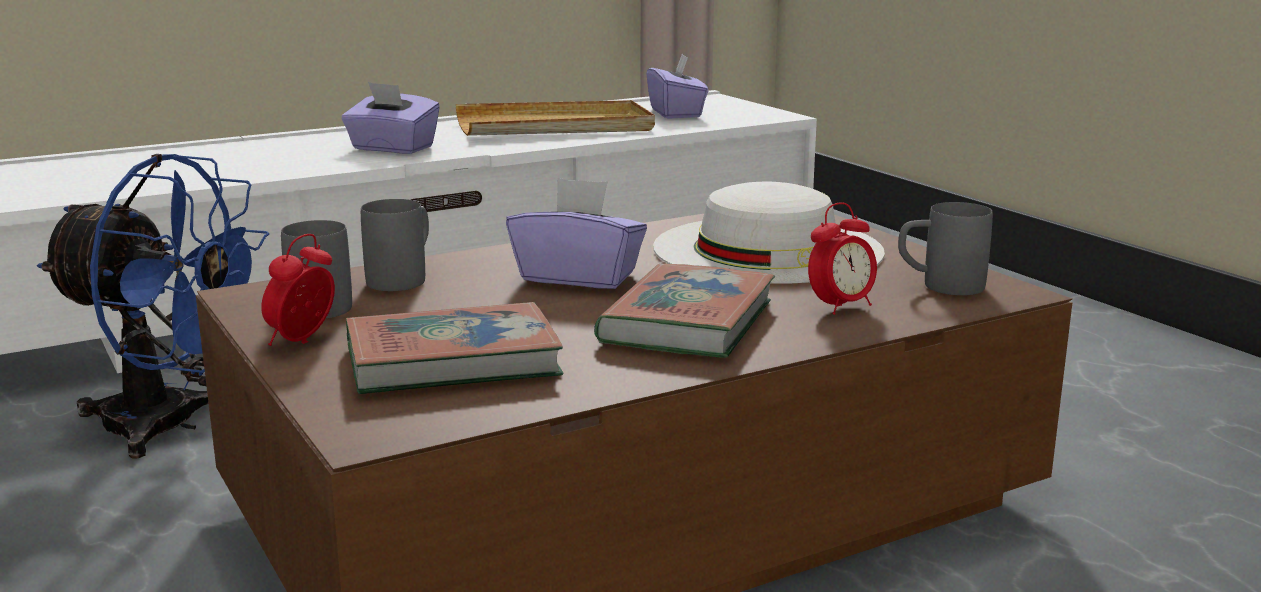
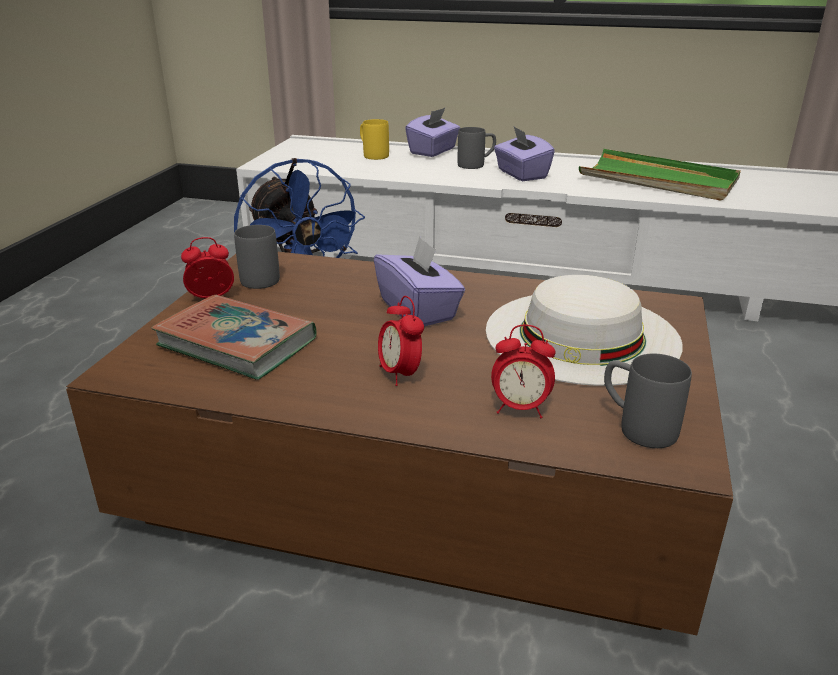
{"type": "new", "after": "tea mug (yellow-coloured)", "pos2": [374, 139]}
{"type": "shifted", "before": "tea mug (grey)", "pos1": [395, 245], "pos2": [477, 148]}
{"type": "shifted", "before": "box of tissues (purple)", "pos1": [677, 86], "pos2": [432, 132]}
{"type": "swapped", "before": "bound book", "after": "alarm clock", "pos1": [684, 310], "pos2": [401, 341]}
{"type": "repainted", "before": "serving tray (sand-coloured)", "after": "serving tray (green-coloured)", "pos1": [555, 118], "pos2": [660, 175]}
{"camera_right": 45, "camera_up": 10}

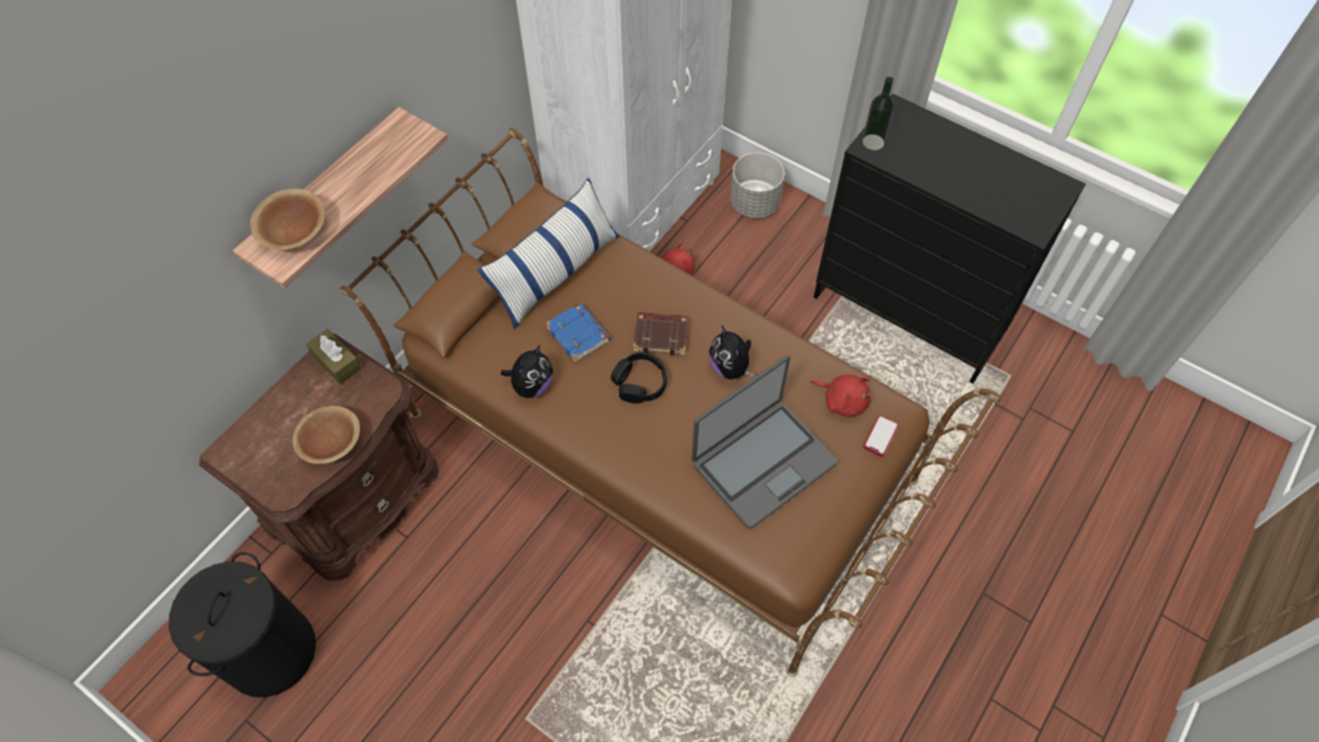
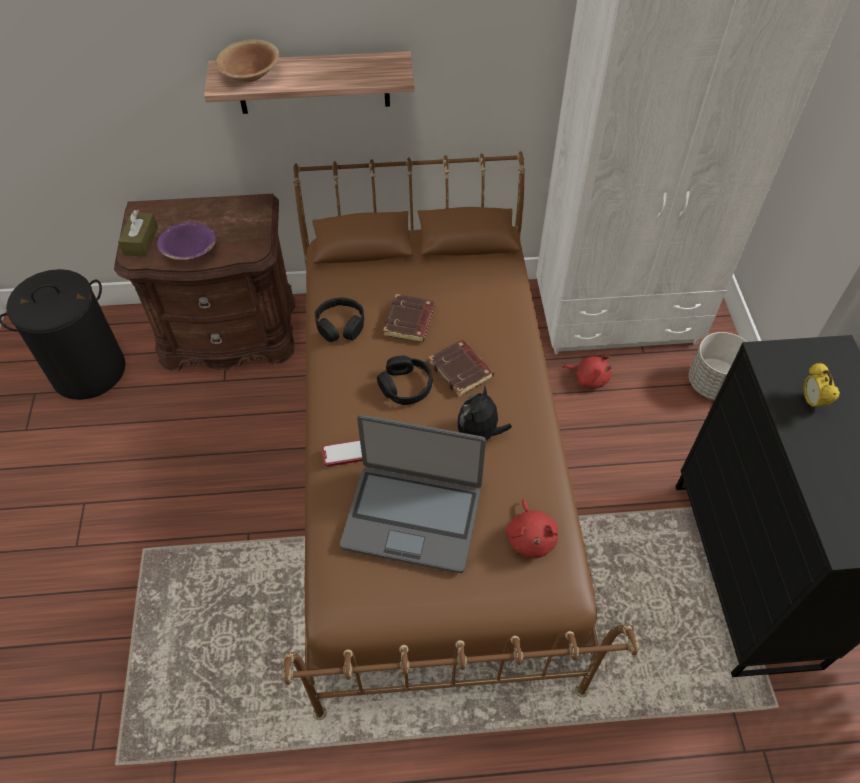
{"type": "gone", "before": "cushion", "pos1": [548, 253]}
{"type": "gone", "before": "bottle", "pos1": [878, 114]}
{"type": "new", "after": "alarm clock", "pos2": [821, 386]}
{"type": "shifted", "before": "box of tissues (brown-coloured)", "pos1": [334, 356], "pos2": [138, 233]}
{"type": "shifted", "before": "handset", "pos1": [881, 436], "pos2": [342, 453]}
{"type": "swapped", "before": "plush toy", "after": "pair of headphones (blackish)", "pos1": [527, 371], "pos2": [339, 320]}
{"type": "repainted", "before": "serving bowl (brown-coloured)", "after": "serving bowl (purple)", "pos1": [326, 435], "pos2": [186, 241]}
{"type": "repainted", "before": "bound book (blue-coloured)", "after": "bound book (brown-coloured)", "pos1": [578, 333], "pos2": [409, 318]}
{"camera_right": 50, "camera_up": -5}

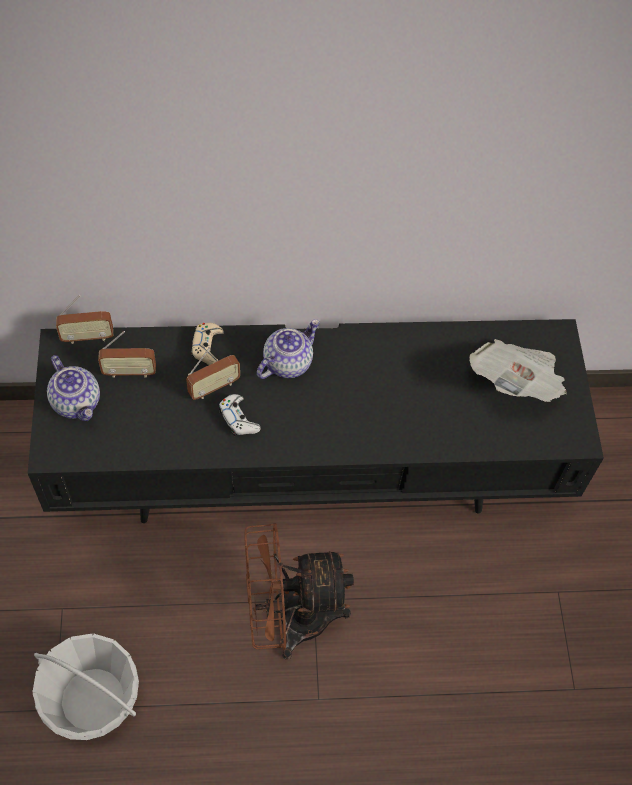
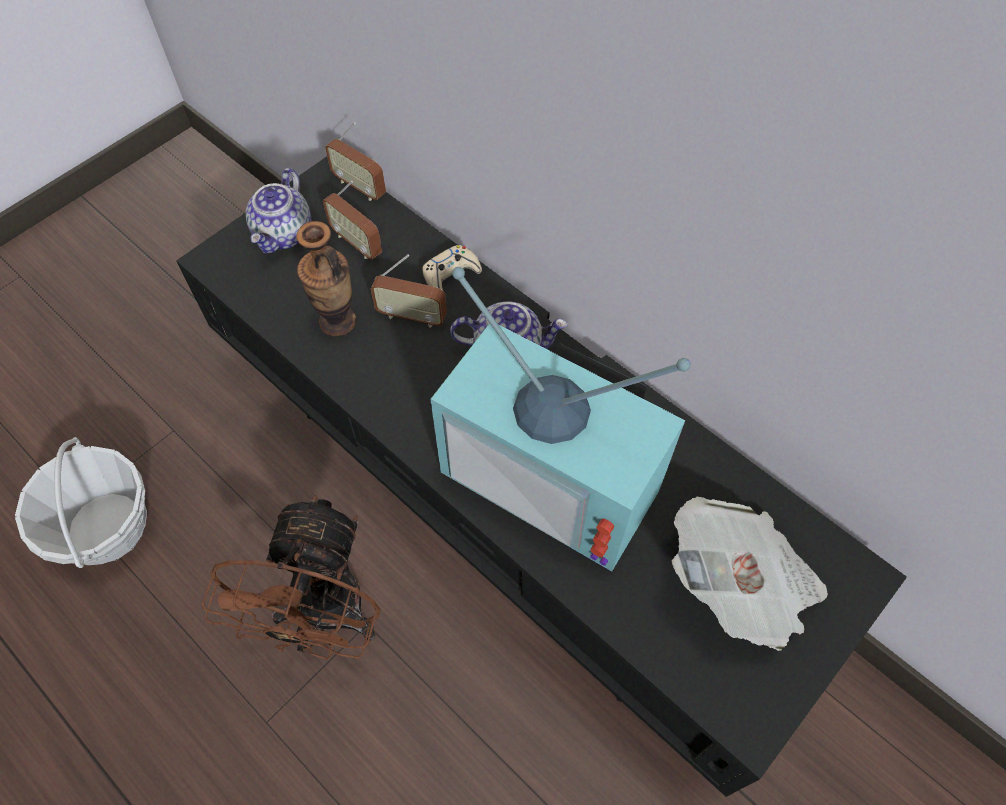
{"type": "gone", "before": "gamepad (white)", "pos1": [239, 415]}
{"type": "new", "after": "flower vase", "pos2": [326, 278]}
{"type": "new", "after": "TV set", "pos2": [560, 419]}
{"type": "rotated", "before": "fan (brown-coloured)", "pos1": [299, 591], "pos2": [291, 577], "turn": -120}
{"camera_right": 50, "camera_up": 0}

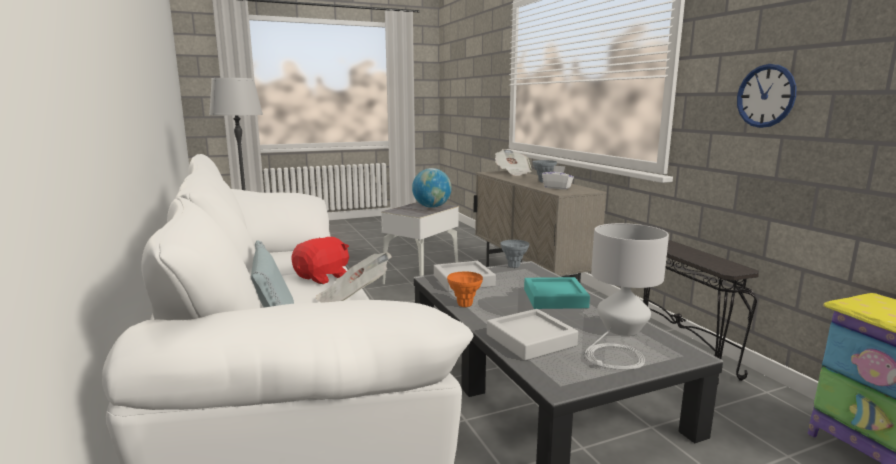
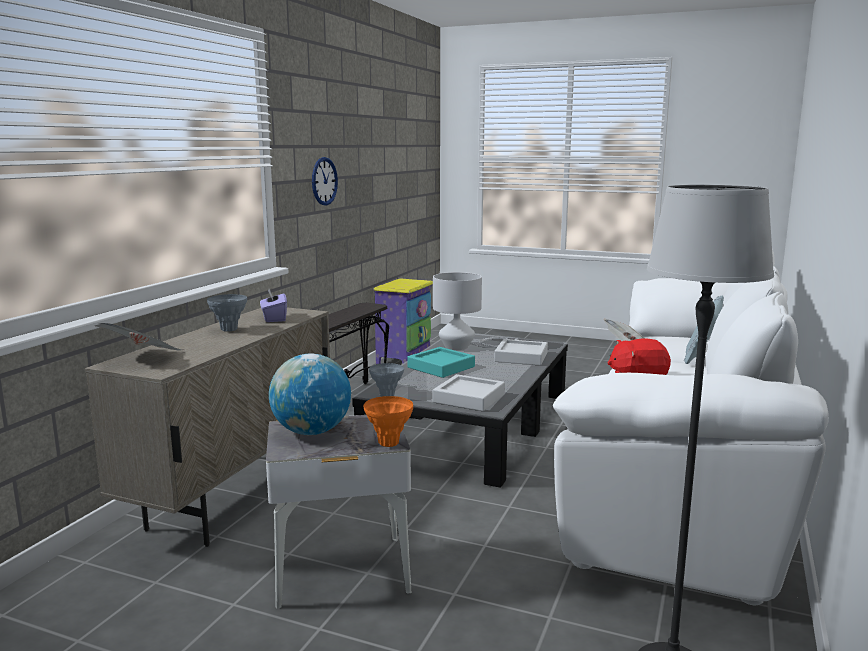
{"type": "shifted", "before": "flower vase (orange)", "pos1": [465, 289], "pos2": [388, 421]}
{"type": "repainted", "before": "box of tissues (white)", "after": "box of tissues (purple)", "pos1": [558, 177], "pos2": [273, 305]}
{"camera_right": -135, "camera_up": 0}

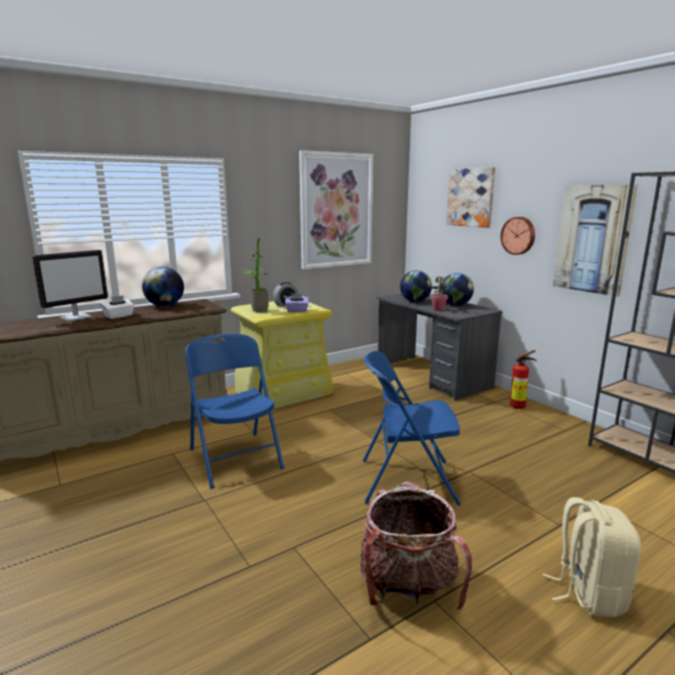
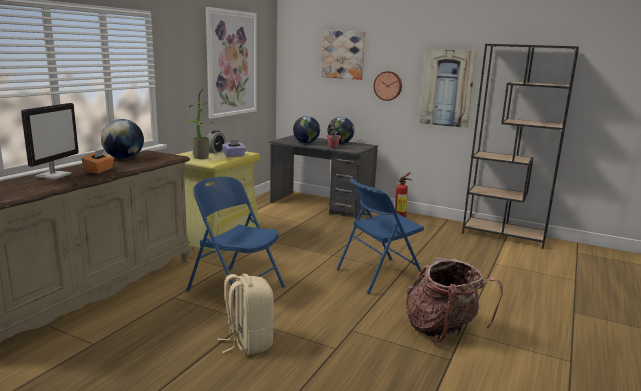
{"type": "shifted", "before": "knapsack (sand-coloured)", "pos1": [592, 557], "pos2": [245, 314]}
{"type": "repainted", "before": "box of tissues (white)", "after": "box of tissues (orange)", "pos1": [117, 307], "pos2": [97, 161]}
{"camera_right": -30, "camera_up": 0}

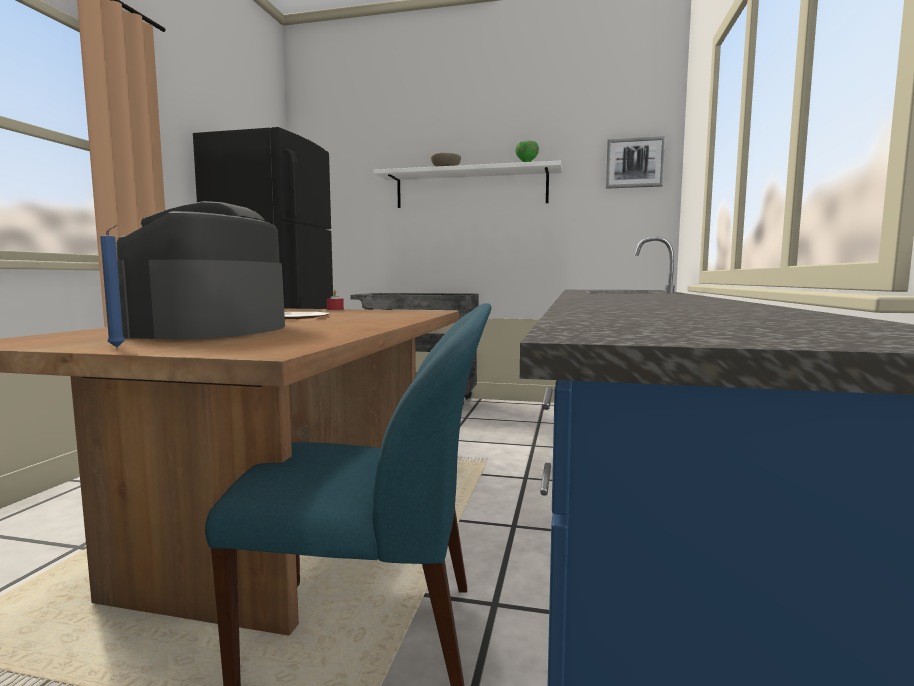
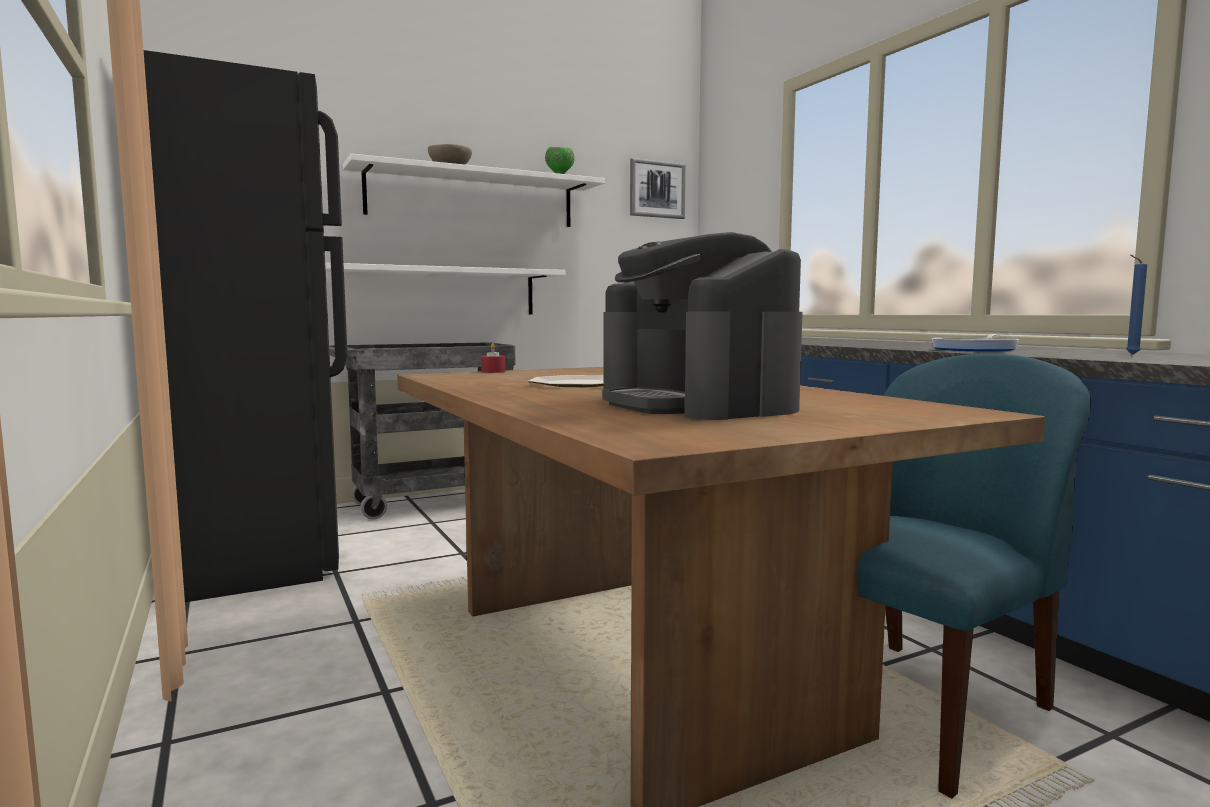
{"type": "new", "after": "shelf (white)", "pos2": [445, 288]}
{"type": "new", "after": "frying pan", "pos2": [975, 343]}
{"type": "shifted", "before": "candle (blue-coloured)", "pos1": [112, 286], "pos2": [1136, 305]}
{"camera_right": -40, "camera_up": 0}

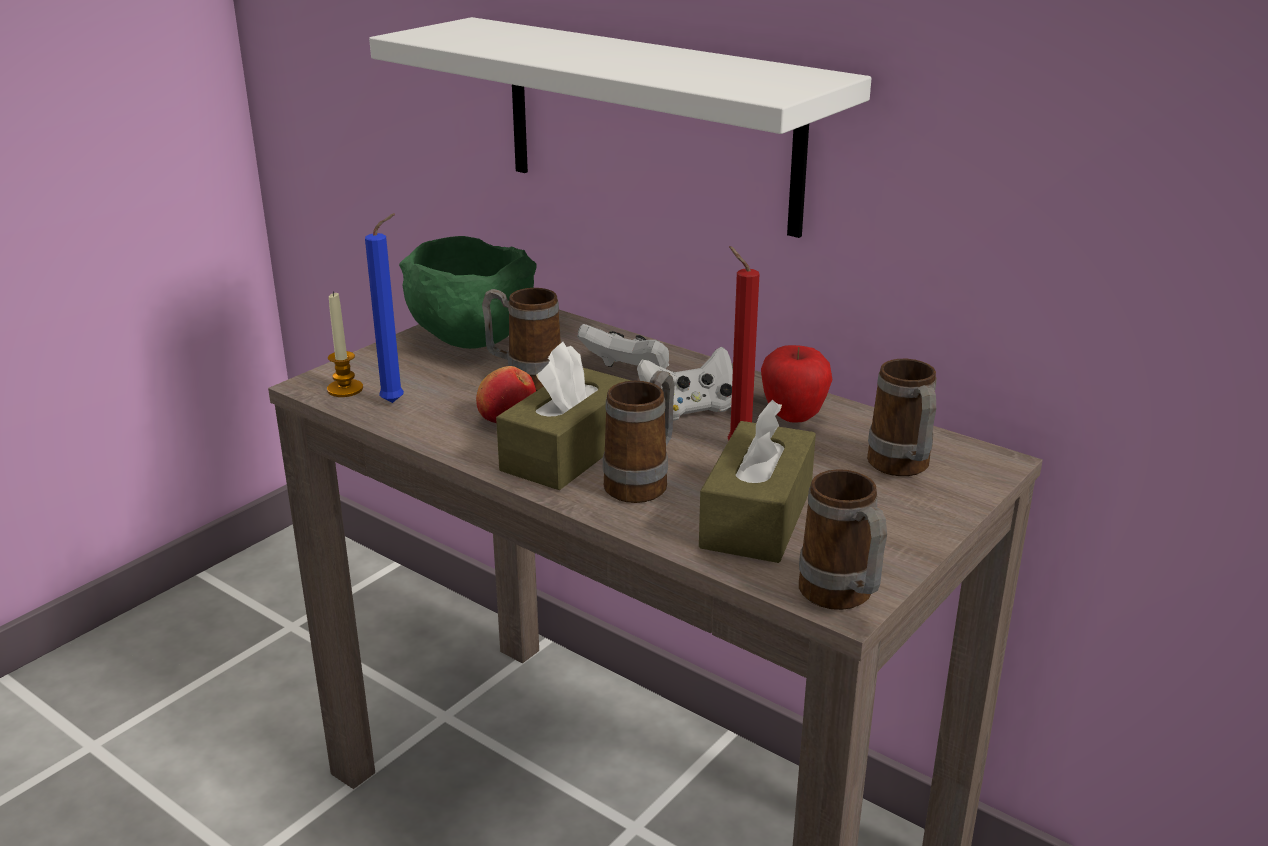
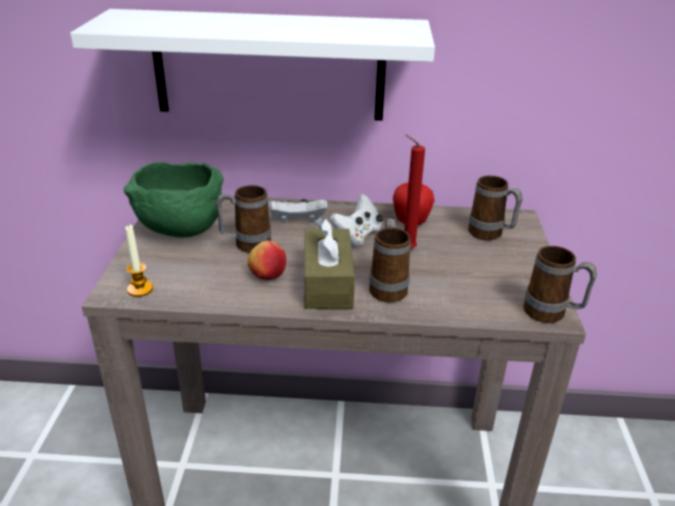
{"type": "gone", "before": "candle (blue-coloured)", "pos1": [384, 308]}
{"type": "gone", "before": "box of tissues (brown-coloured)", "pos1": [757, 481]}
{"camera_right": -35, "camera_up": 5}

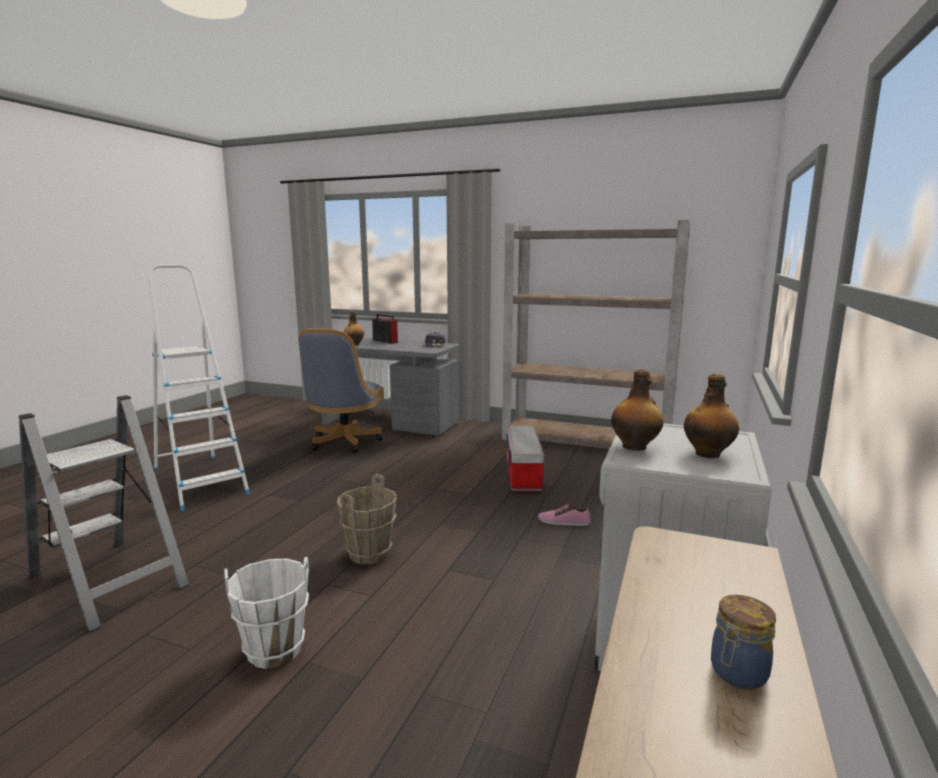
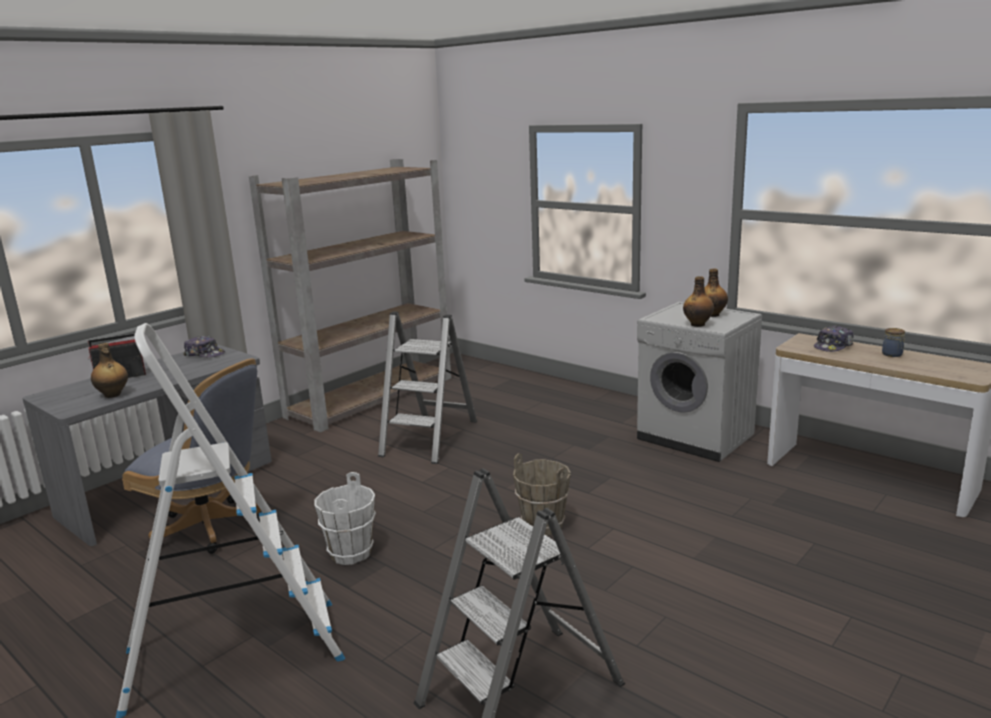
{"type": "gone", "before": "item of footwear", "pos1": [564, 515]}
{"type": "new", "after": "baseball cap", "pos2": [834, 338]}
{"type": "shifted", "before": "water bucket (white)", "pos1": [266, 613], "pos2": [345, 518]}
{"type": "swapped", "before": "storage box", "after": "stepladder (grey)", "pos1": [525, 459], "pos2": [427, 387]}
{"camera_right": -70, "camera_up": 5}

